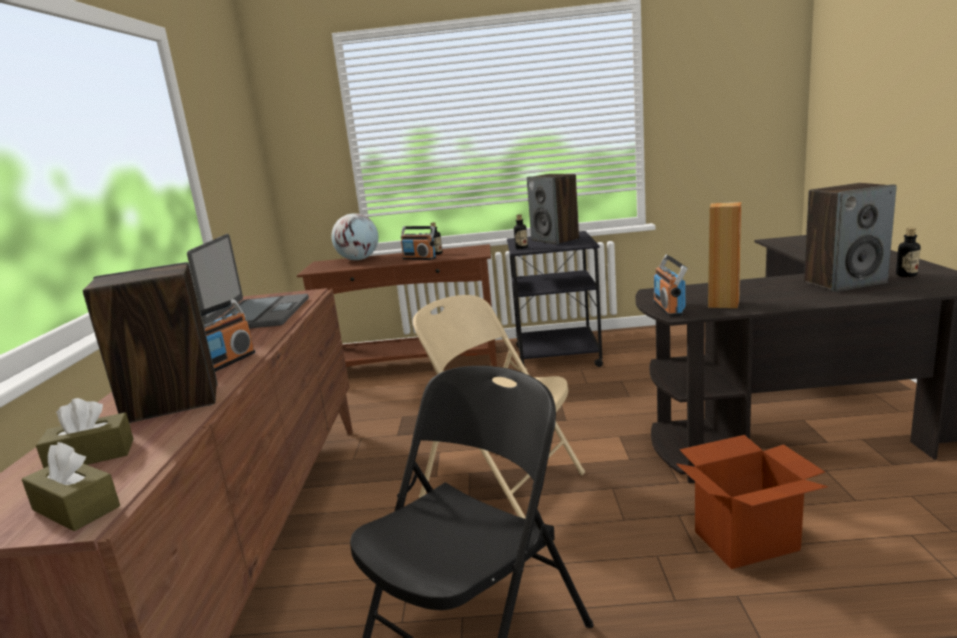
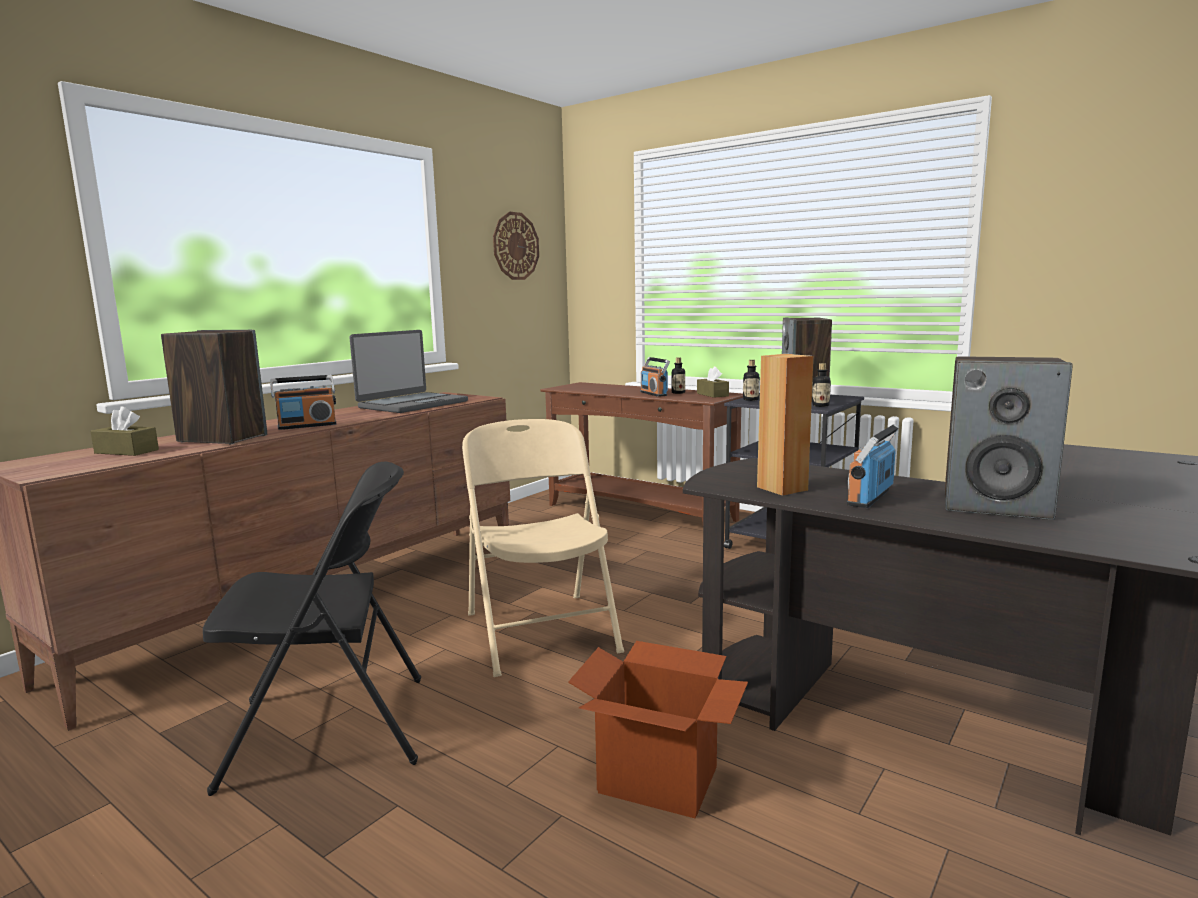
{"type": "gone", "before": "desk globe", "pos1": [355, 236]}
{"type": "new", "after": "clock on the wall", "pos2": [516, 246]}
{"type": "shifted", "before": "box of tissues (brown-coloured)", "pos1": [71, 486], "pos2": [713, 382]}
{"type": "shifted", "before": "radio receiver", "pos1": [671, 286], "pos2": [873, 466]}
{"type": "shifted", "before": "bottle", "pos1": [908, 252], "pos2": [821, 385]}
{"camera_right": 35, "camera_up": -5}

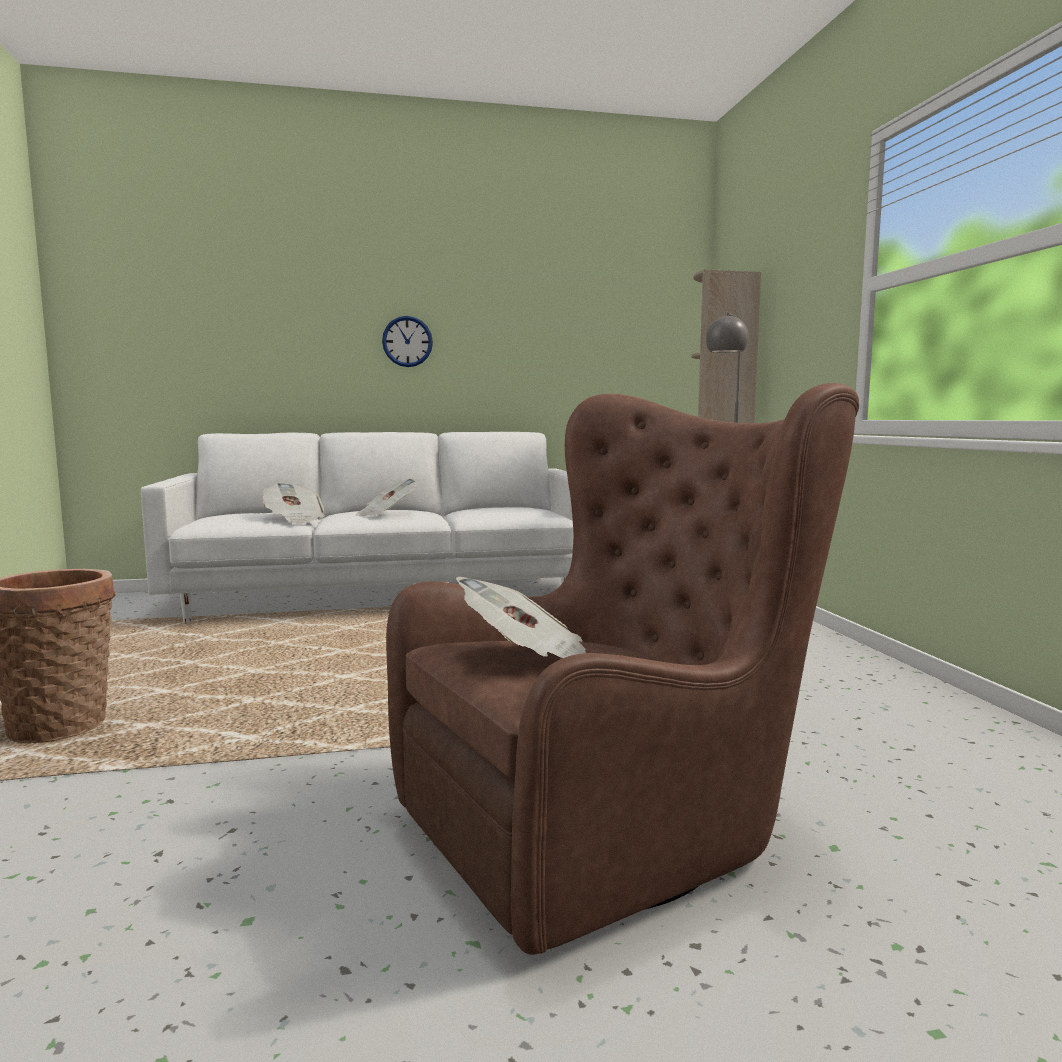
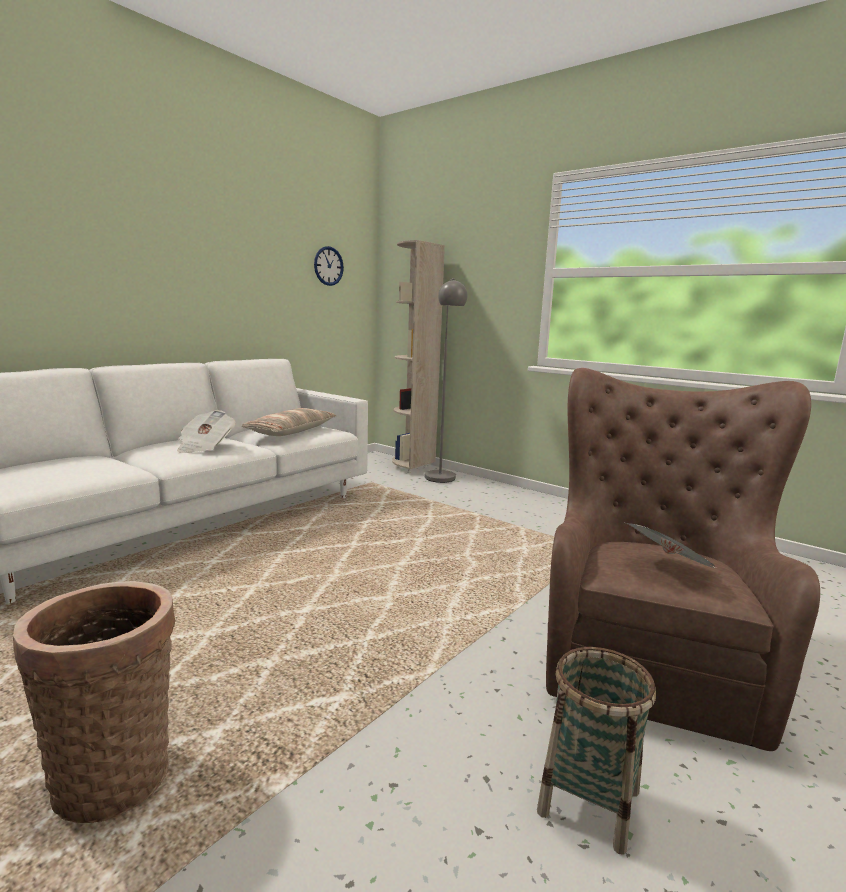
{"type": "gone", "before": "daily paper", "pos1": [294, 503]}
{"type": "new", "after": "cushion", "pos2": [289, 422]}
{"type": "new", "after": "basket", "pos2": [596, 751]}
{"type": "shifted", "before": "clock on the wall", "pos1": [407, 341], "pos2": [329, 266]}
{"camera_right": -40, "camera_up": 5}

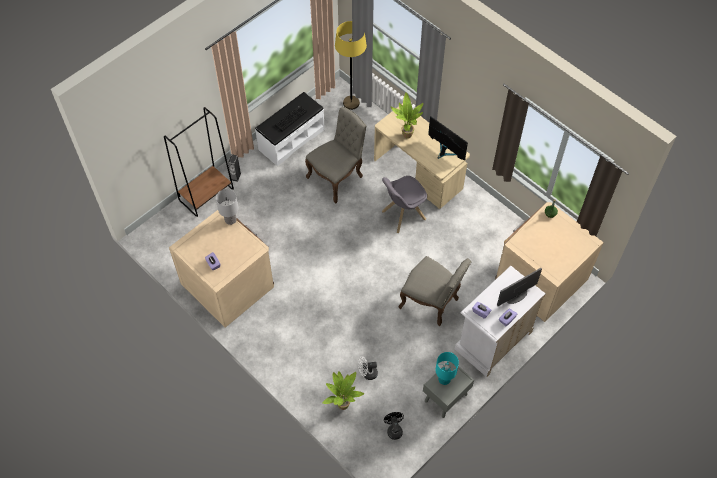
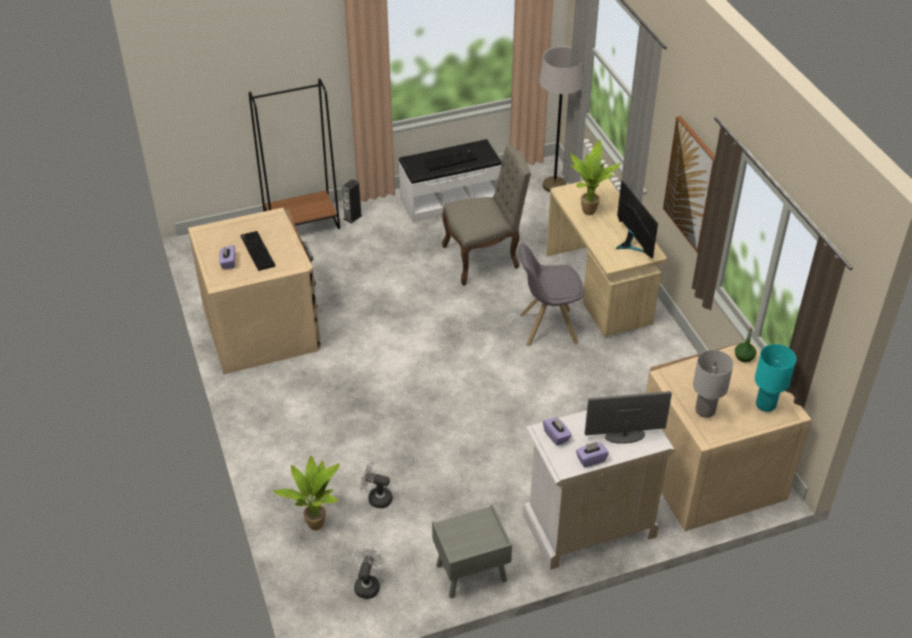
{"type": "gone", "before": "chair (grey)", "pos1": [435, 291]}
{"type": "new", "after": "computer keyboard", "pos2": [258, 251]}
{"type": "new", "after": "picture", "pos2": [689, 184]}
{"type": "shifted", "before": "lamp for a table (grey)", "pos1": [227, 207], "pos2": [713, 384]}
{"type": "shifted", "before": "lamp for a table (turquoise)", "pos1": [447, 368], "pos2": [775, 378]}
{"type": "repainted", "before": "standing lamp (yellow-coloured)", "after": "standing lamp (grey)", "pos1": [351, 65], "pos2": [561, 119]}
{"type": "repainted", "before": "fan (blackish)", "after": "fan (white)", "pos1": [394, 426], "pos2": [368, 573]}
{"camera_right": 25, "camera_up": -15}

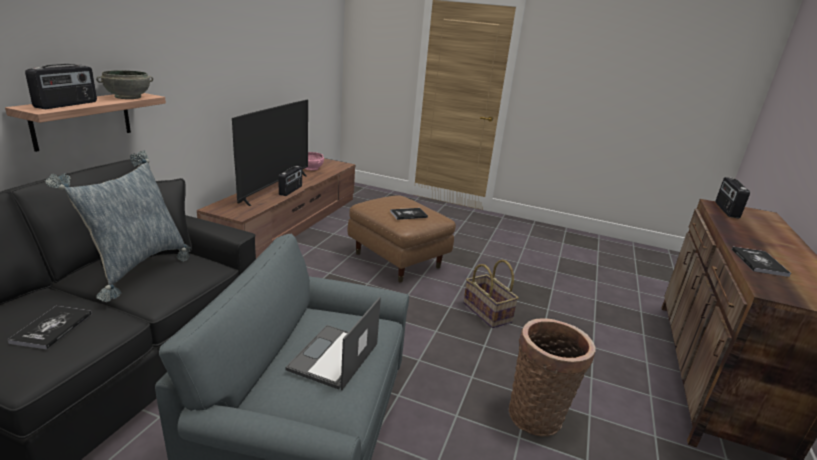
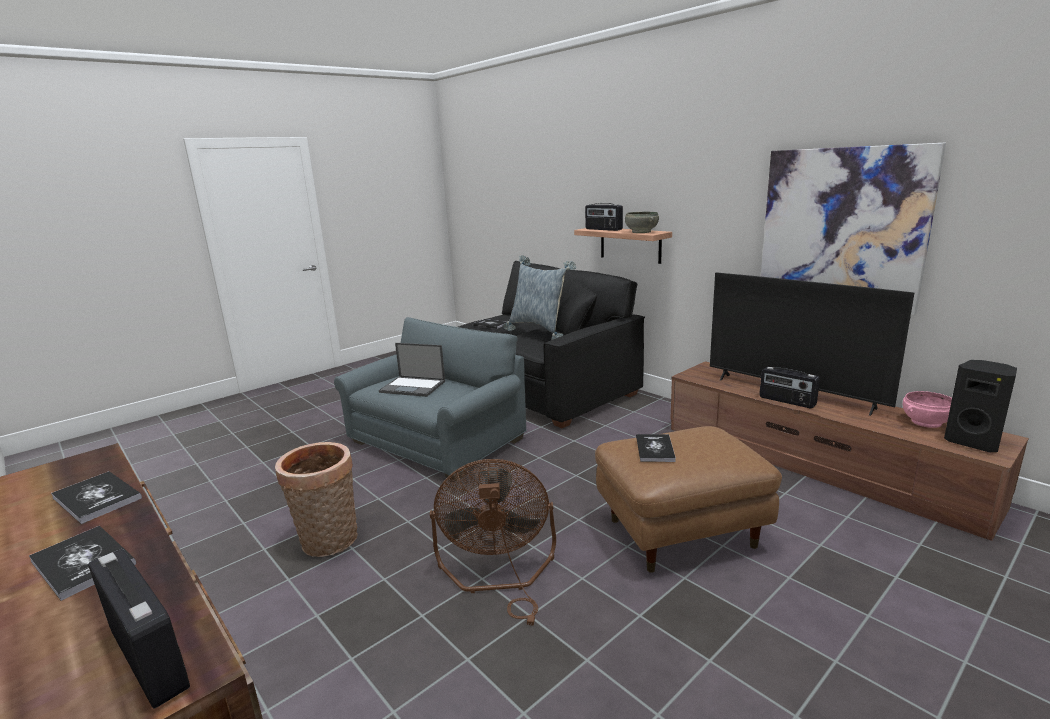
{"type": "new", "after": "bound book", "pos2": [82, 563]}
{"type": "new", "after": "picture", "pos2": [853, 229]}
{"type": "new", "after": "loudspeaker (blackish)", "pos2": [980, 406]}
{"type": "swapped", "before": "basket", "after": "fan (brown-coloured)", "pos1": [491, 294], "pos2": [493, 542]}
{"type": "rotated", "before": "portable computer", "pos1": [333, 344], "pos2": [412, 370], "turn": 150}
{"camera_right": 120, "camera_up": -5}

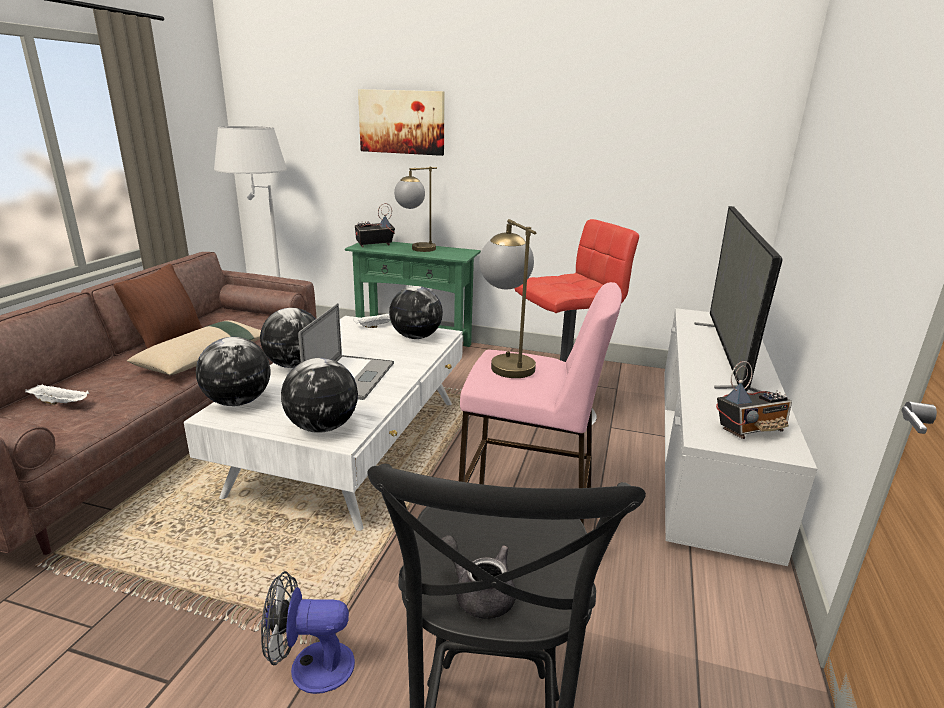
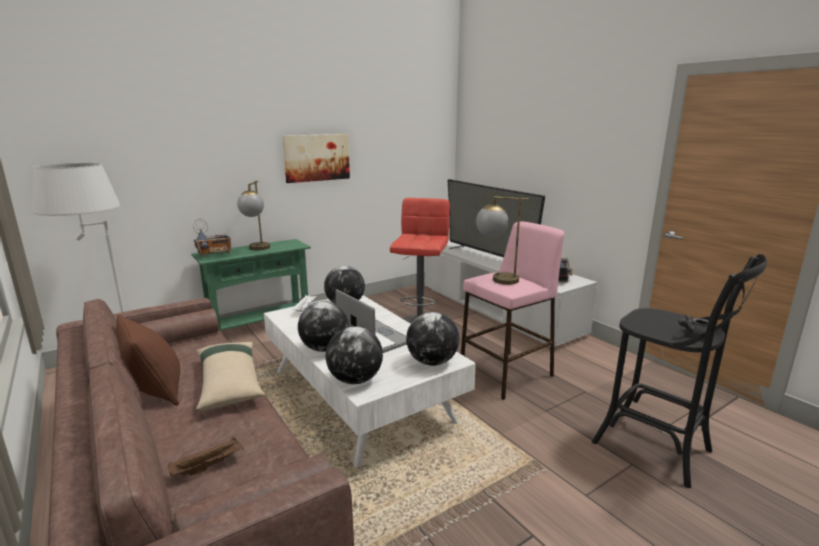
{"type": "gone", "before": "fan", "pos1": [308, 632]}
{"type": "shifted", "before": "picture", "pos1": [401, 122], "pos2": [316, 158]}
{"type": "repainted", "before": "serving tray (white)", "after": "serving tray (brown-coloured)", "pos1": [57, 394], "pos2": [206, 456]}
{"type": "rotated", "before": "radio receiver", "pos1": [375, 225], "pos2": [212, 238], "turn": -135}
{"camera_right": -50, "camera_up": -5}

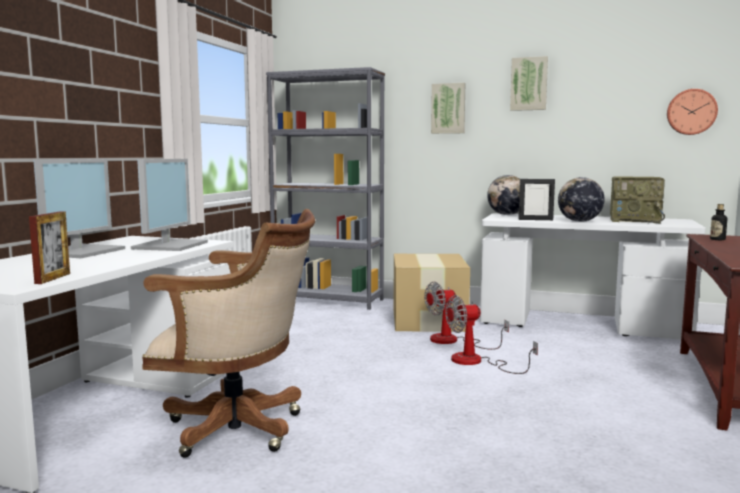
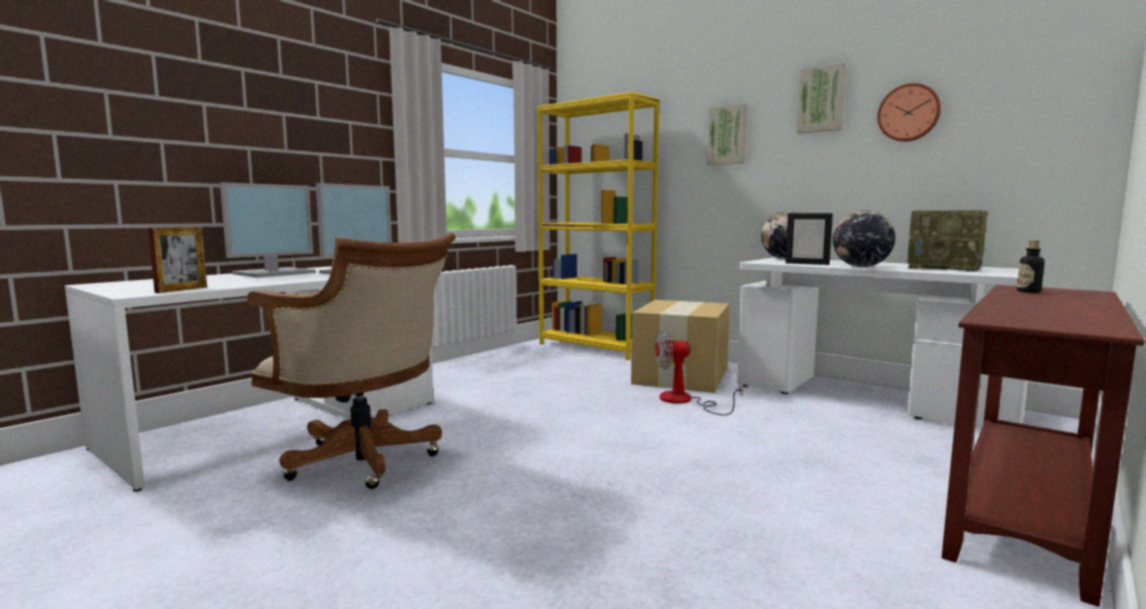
{"type": "gone", "before": "fan", "pos1": [491, 334]}
{"type": "shifted", "before": "clock on the wall", "pos1": [692, 112], "pos2": [909, 112]}
{"type": "repainted", "before": "bookcase (grey)", "after": "bookcase (yellow-coloured)", "pos1": [325, 188], "pos2": [598, 226]}
{"camera_right": 20, "camera_up": 0}

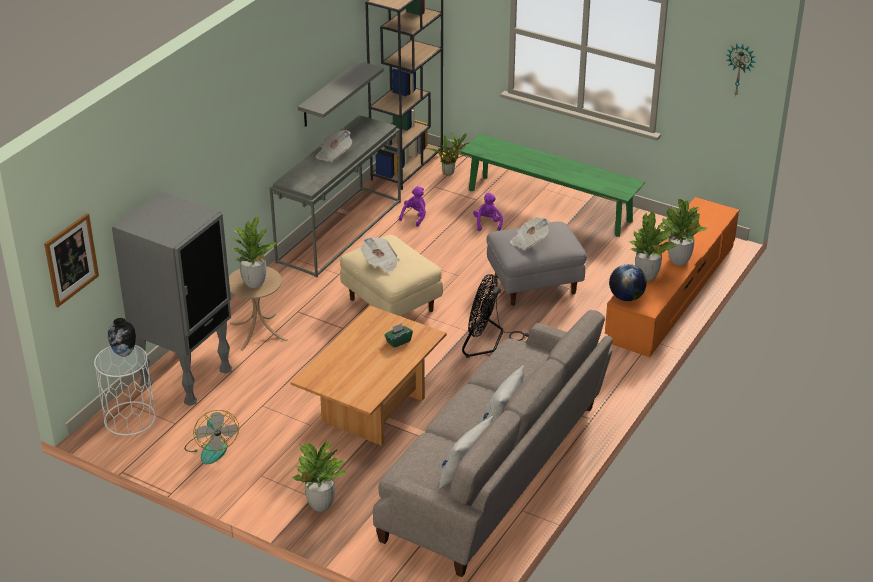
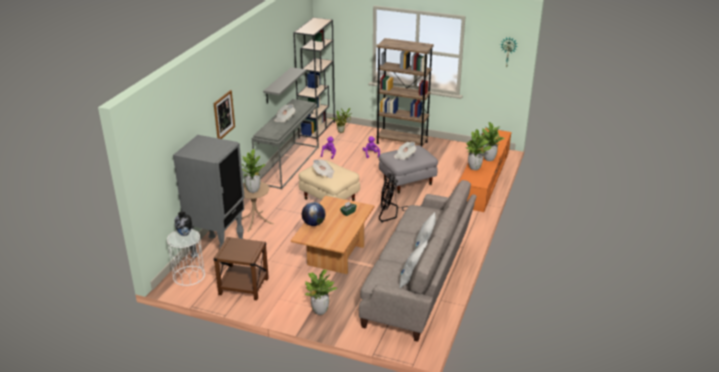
{"type": "shifted", "before": "picture", "pos1": [71, 260], "pos2": [224, 114]}
{"type": "shifted", "before": "desk globe", "pos1": [628, 282], "pos2": [313, 214]}
{"type": "swapped", "before": "fan", "after": "end table (brown-coloured)", "pos1": [211, 437], "pos2": [241, 268]}
{"type": "swapped", "before": "indoor bench (green-coloured)", "after": "bookcase (brown-coloured)", "pos1": [552, 185], "pos2": [405, 92]}
{"camera_right": -10, "camera_up": -5}

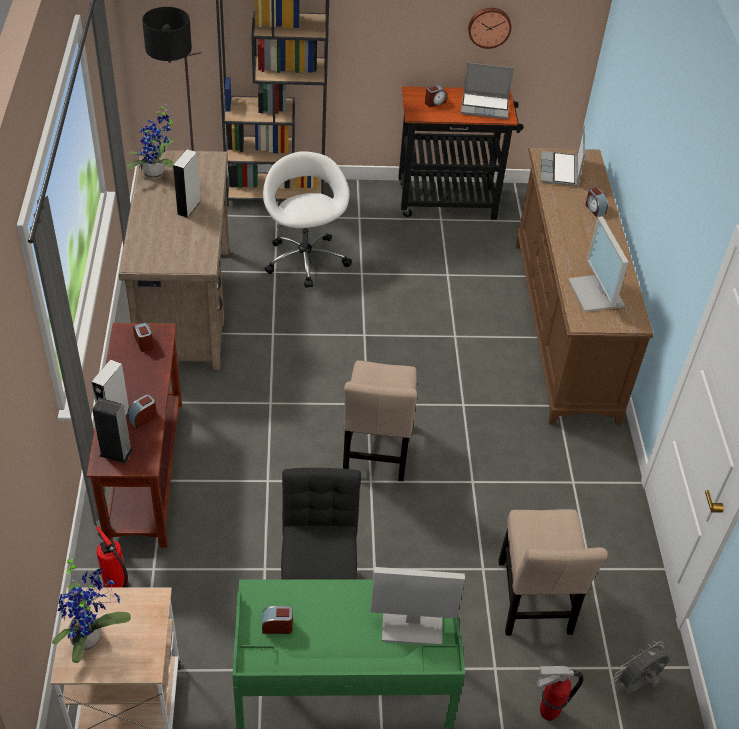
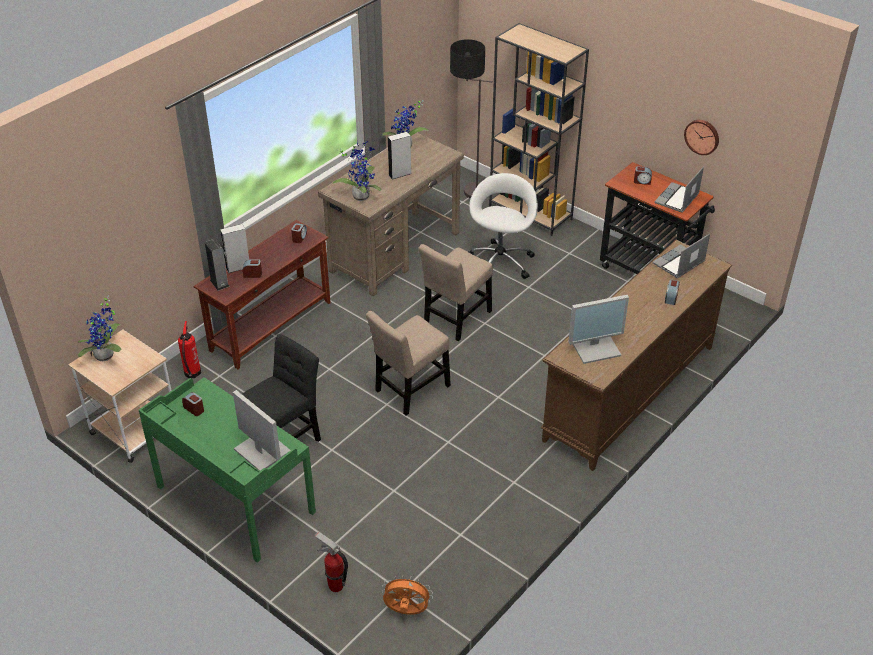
{"type": "new", "after": "plant in a pot", "pos2": [357, 170]}
{"type": "shifted", "before": "chair (sand-coloured)", "pos1": [553, 572], "pos2": [455, 292]}
{"type": "repainted", "before": "fan (grey)", "after": "fan (orange)", "pos1": [641, 667], "pos2": [407, 595]}
{"type": "rotated", "before": "portable computer", "pos1": [487, 91], "pos2": [679, 190], "turn": 75}
{"type": "rotated", "before": "computer display", "pos1": [598, 264], "pos2": [598, 329], "turn": -135}
{"camera_right": 45, "camera_up": -5}

